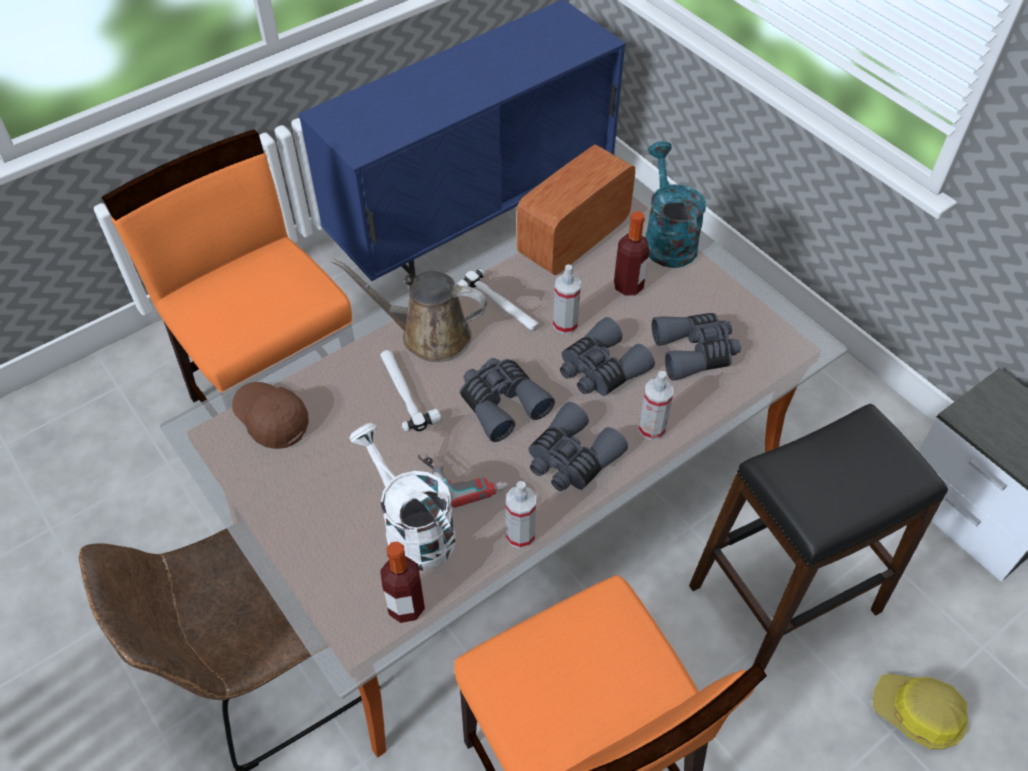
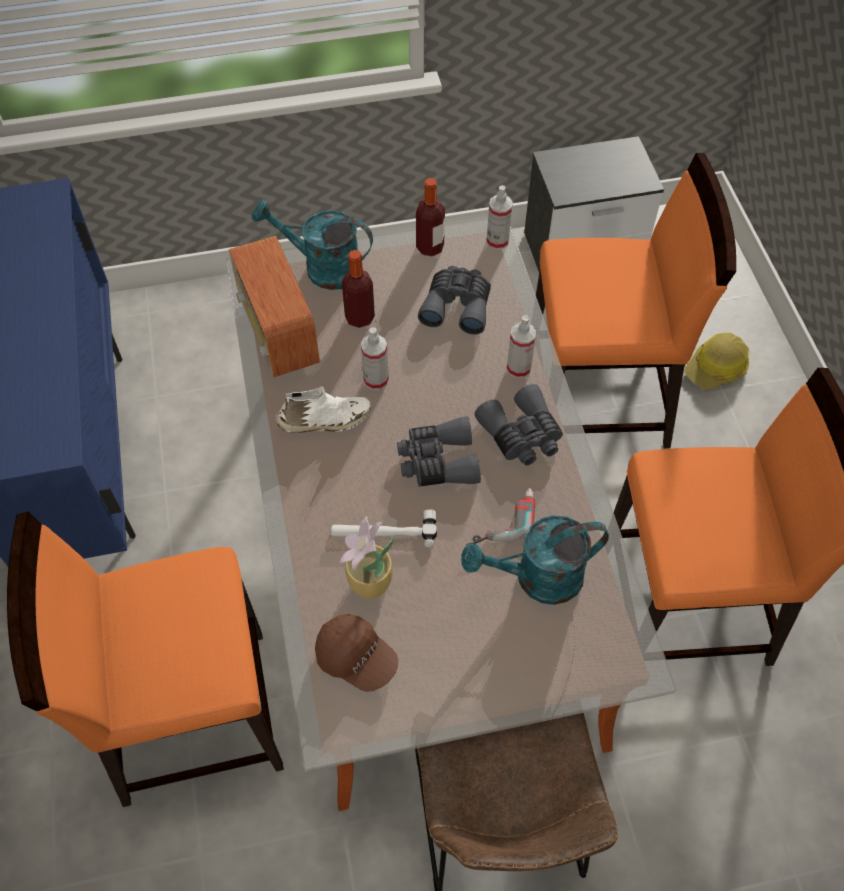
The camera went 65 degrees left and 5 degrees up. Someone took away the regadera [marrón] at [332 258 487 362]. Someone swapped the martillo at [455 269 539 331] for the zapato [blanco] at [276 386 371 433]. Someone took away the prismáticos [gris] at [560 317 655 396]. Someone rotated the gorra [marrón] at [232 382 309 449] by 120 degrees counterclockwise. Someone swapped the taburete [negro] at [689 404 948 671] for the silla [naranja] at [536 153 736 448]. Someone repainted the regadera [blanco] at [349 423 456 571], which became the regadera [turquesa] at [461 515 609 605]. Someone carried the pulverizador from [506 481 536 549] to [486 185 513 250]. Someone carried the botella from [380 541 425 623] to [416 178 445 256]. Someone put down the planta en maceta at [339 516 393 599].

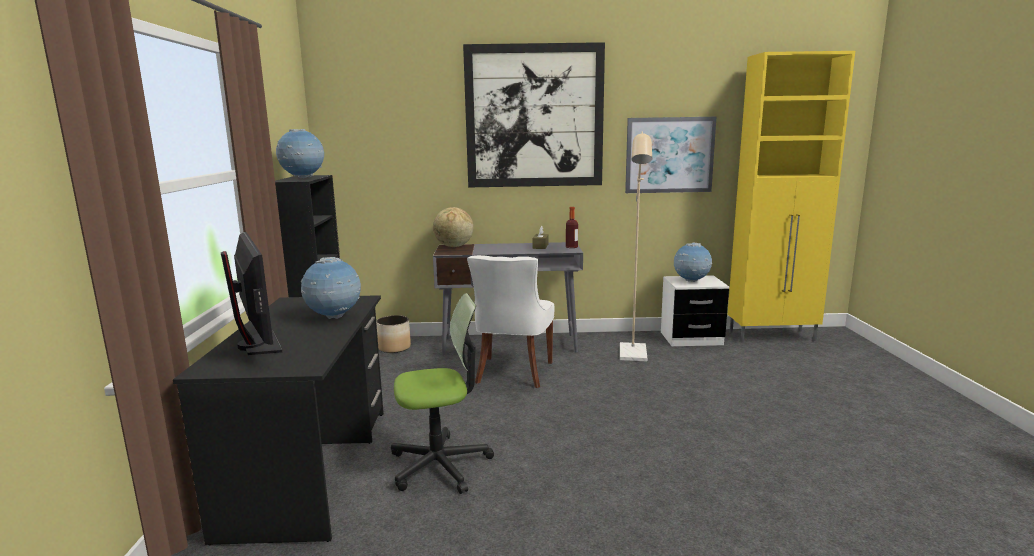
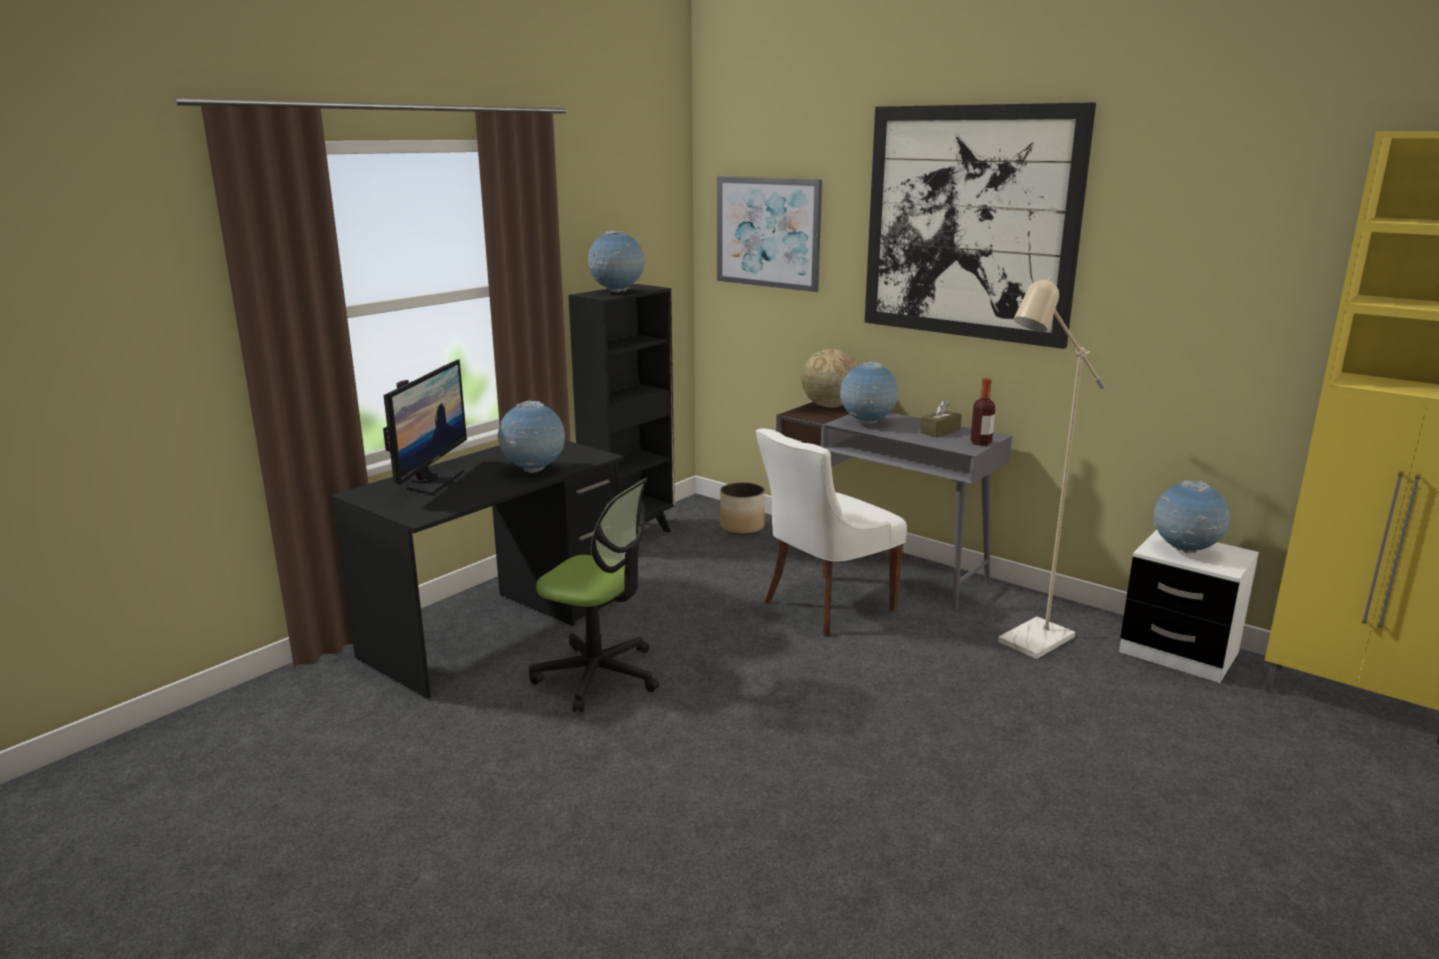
The camera went 40 degrees right and 5 degrees up. Someone carried the cuadro from [625 117 716 193] to [717 176 822 292]. Someone put down the globo terráqueo at [840 362 898 424].

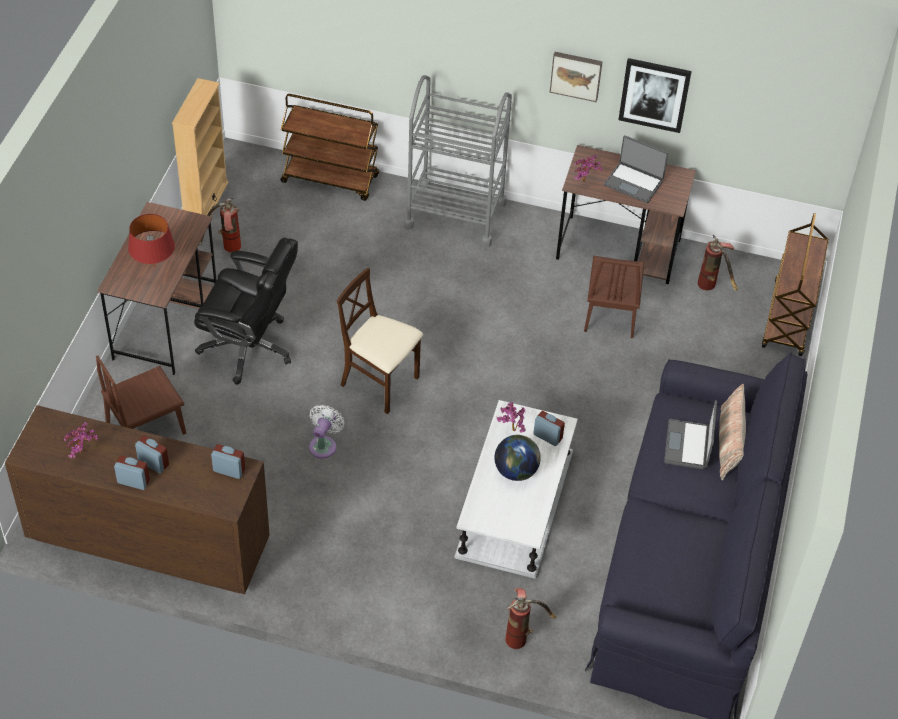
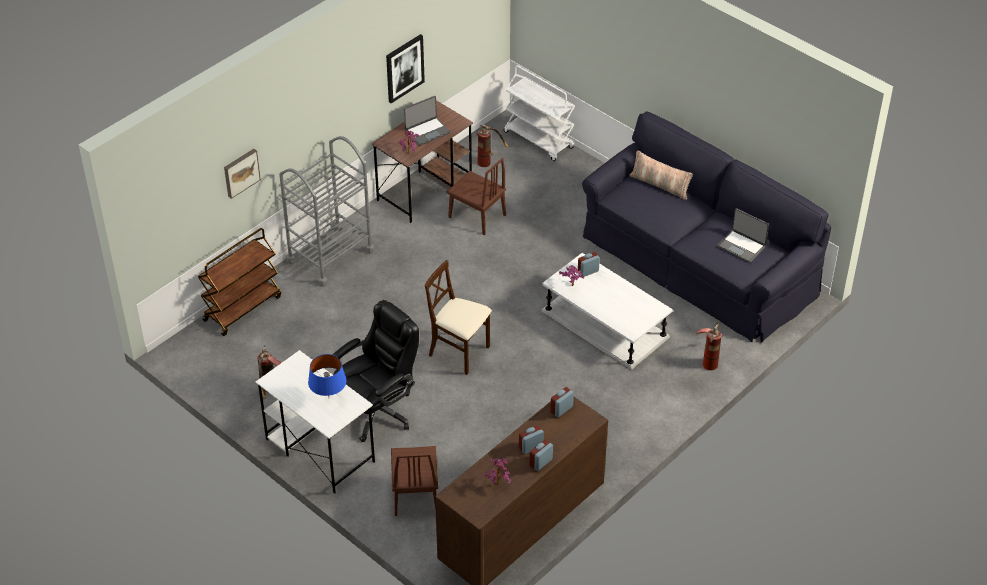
The camera went 60 degrees left and 5 degrees down. Someone carried the cuadro from [550 52 603 102] to [224 149 261 199]. Someone took away the estantería [beis] at [172 78 228 215]. Someone repainted the escritorio [marrón] at [97 202 217 375], which became the escritorio [blanco] at [256 350 375 493]. Someone repainted the carrito [marrón] at [762 213 829 356], which became the carrito [blanco] at [504 65 575 161]. Someone repainted the lámpara de mesa [rojo] at [128 214 175 268], which became the lámpara de mesa [azul] at [308 354 347 397]. Someone rotated the silla [beis] at [337 267 423 414] by 60 degrees clockwise. Someone carried the portátil from [664 400 717 469] to [717 208 769 263]. Someone took away the ventilador [blanco] at [309 405 344 458]. Someone took away the globo terráqueo at [495 435 541 481].

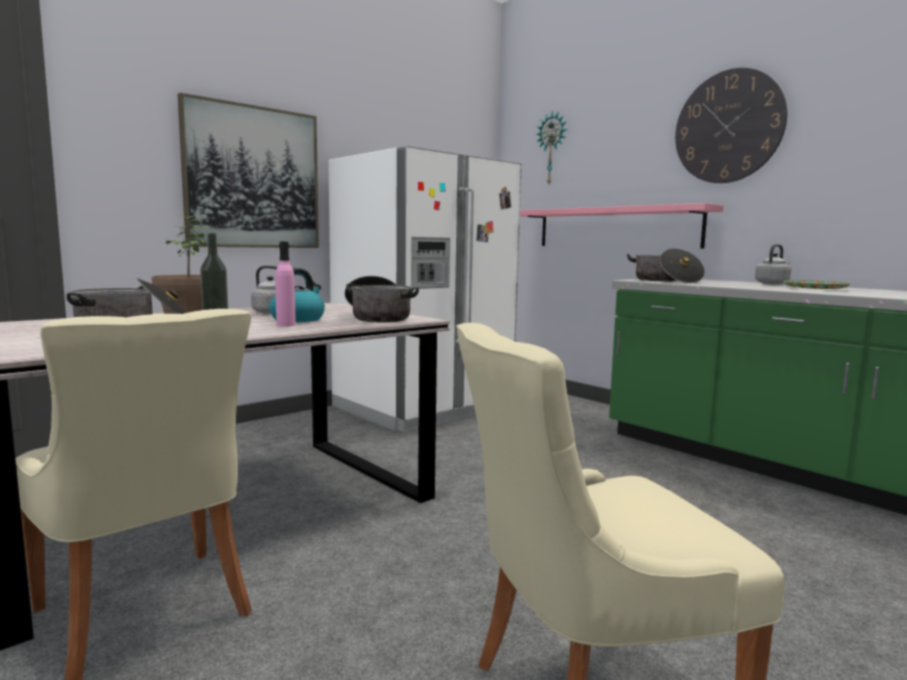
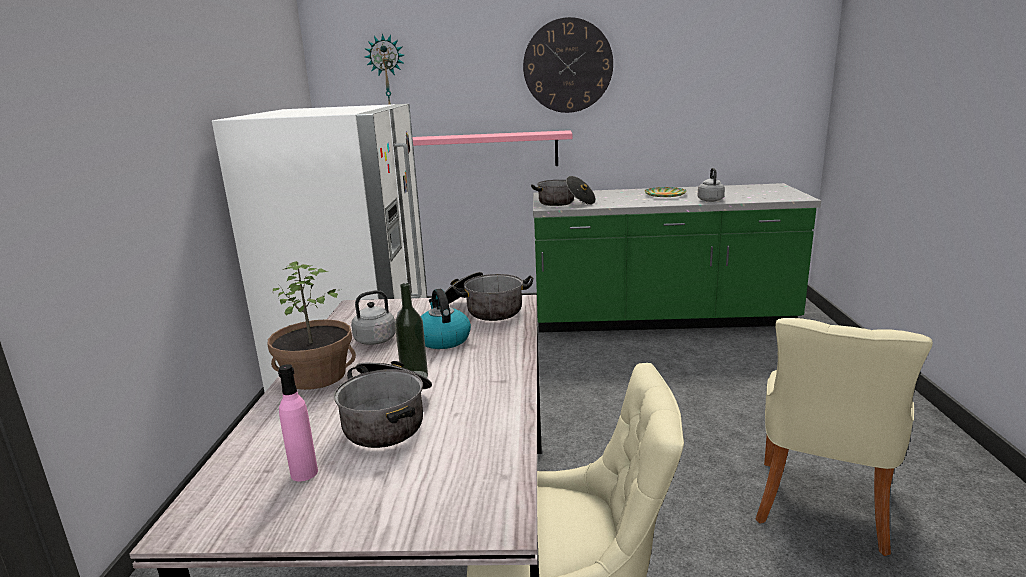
The camera went 45 degrees left and 10 degrees up. Someone took away the cuadro at [178 93 319 248]. Someone carried the botella [rosa] from [275 242 296 327] to [278 364 318 481]. Someone carried the hervidor [gris] from [755 244 791 284] to [698 168 725 202].

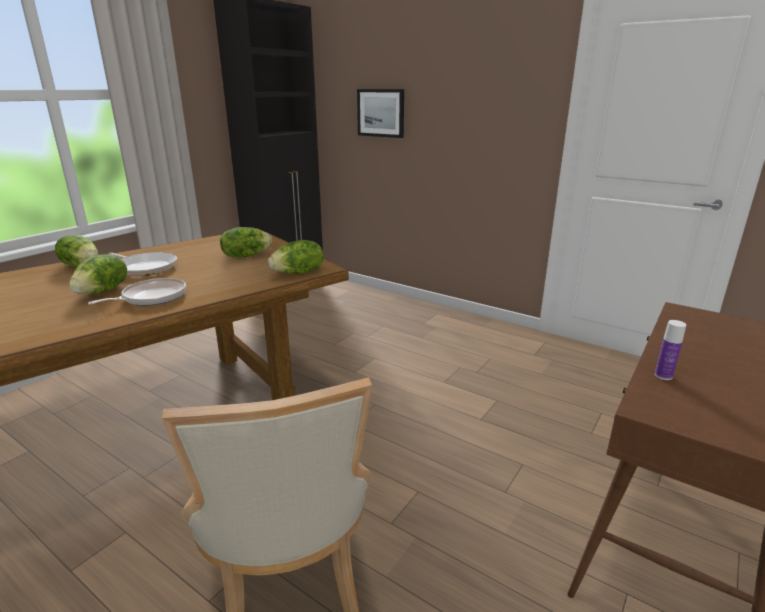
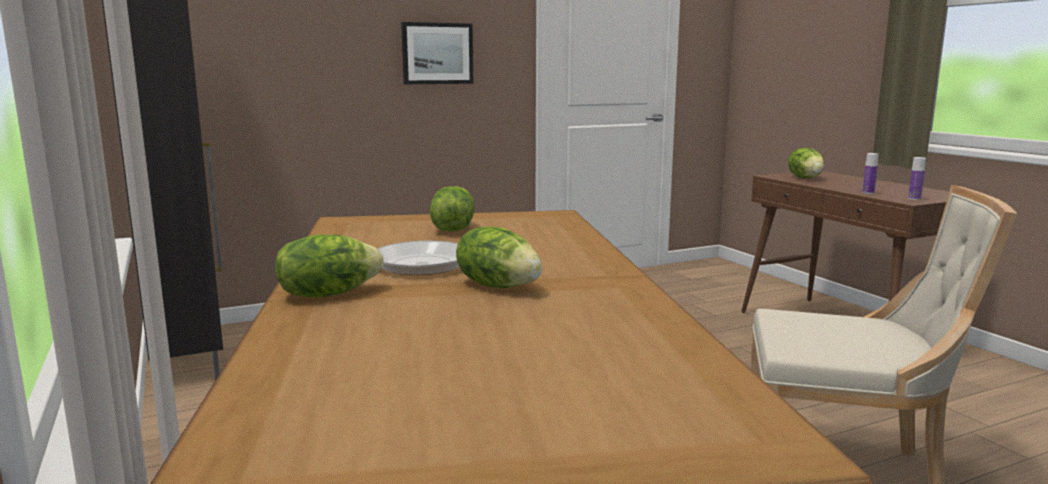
The camera went 60 degrees left and 10 degrees down. Someone carried the cuadro from [357 89 404 138] to [401 22 473 84]. Someone carried the lechuga from [268 240 323 274] to [788 148 824 178]. Someone took away the sartén at [88 278 186 306]. Someone put down the botella at [908 157 926 200].

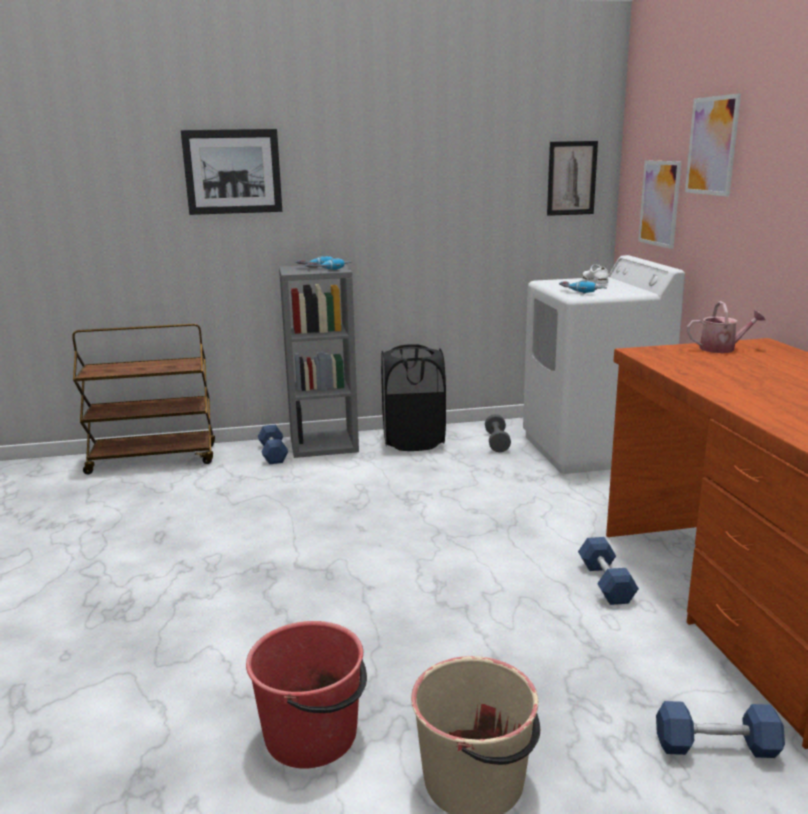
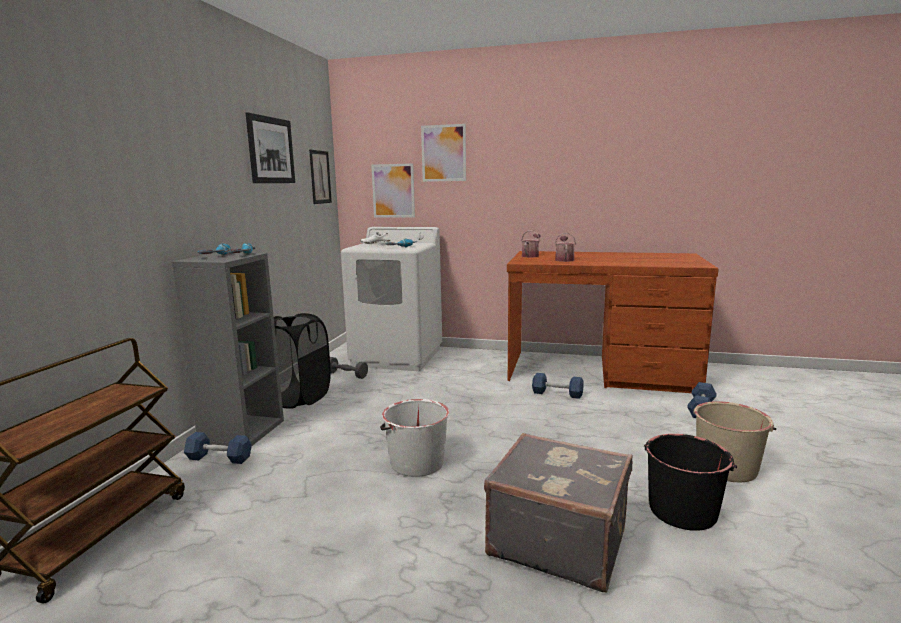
The camera went 65 degrees left and 5 degrees down. Someone carried the cuadro from [181 129 282 215] to [246 112 295 183]. Someone repainted the cubo [rojo] at [246 621 367 769], which became the cubo [negro] at [644 434 737 531]. Someone put down the regadera at [555 233 576 262]. Someone put down the cubo [blanco] at [380 399 449 477]. Someone put down the maleta [gris] at [484 433 632 592].

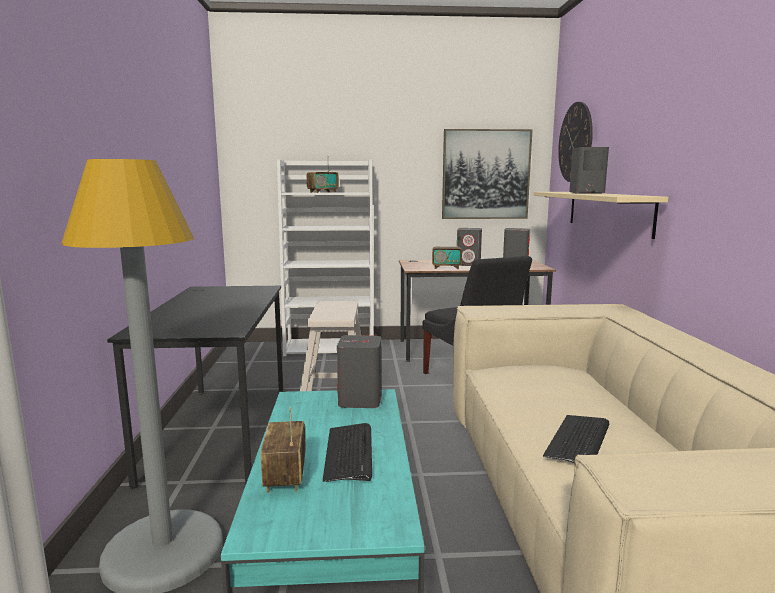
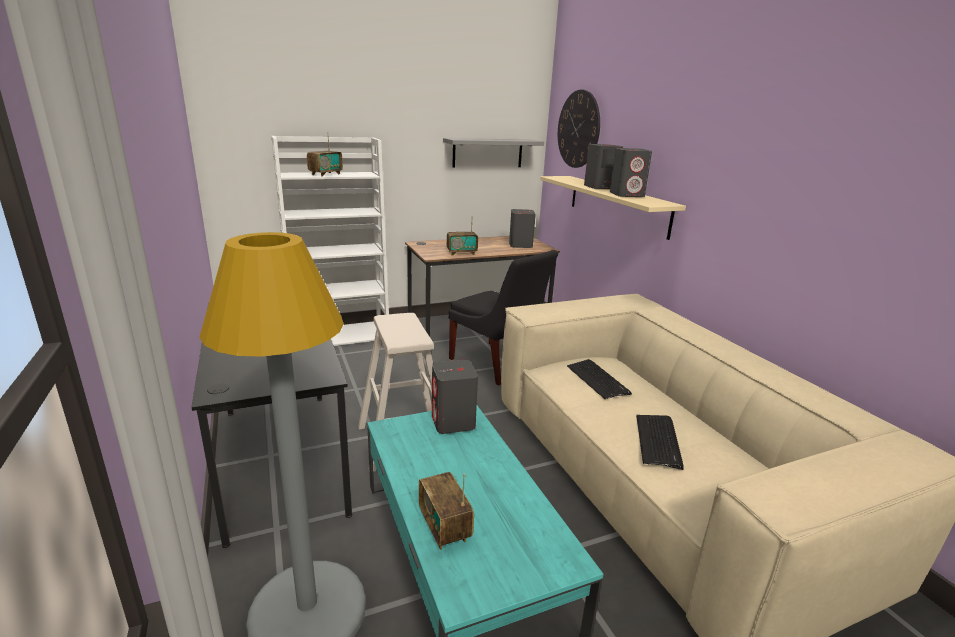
The camera went 20 degrees left and 10 degrees up. Someone swapped the cuadro at [442 129 533 219] for the estante [gris] at [443 138 544 168]. Someone carried the altavoz [gris] from [457 228 482 266] to [610 148 652 197]. Someone carried the teclado from [323 423 372 482] to [567 359 632 399].

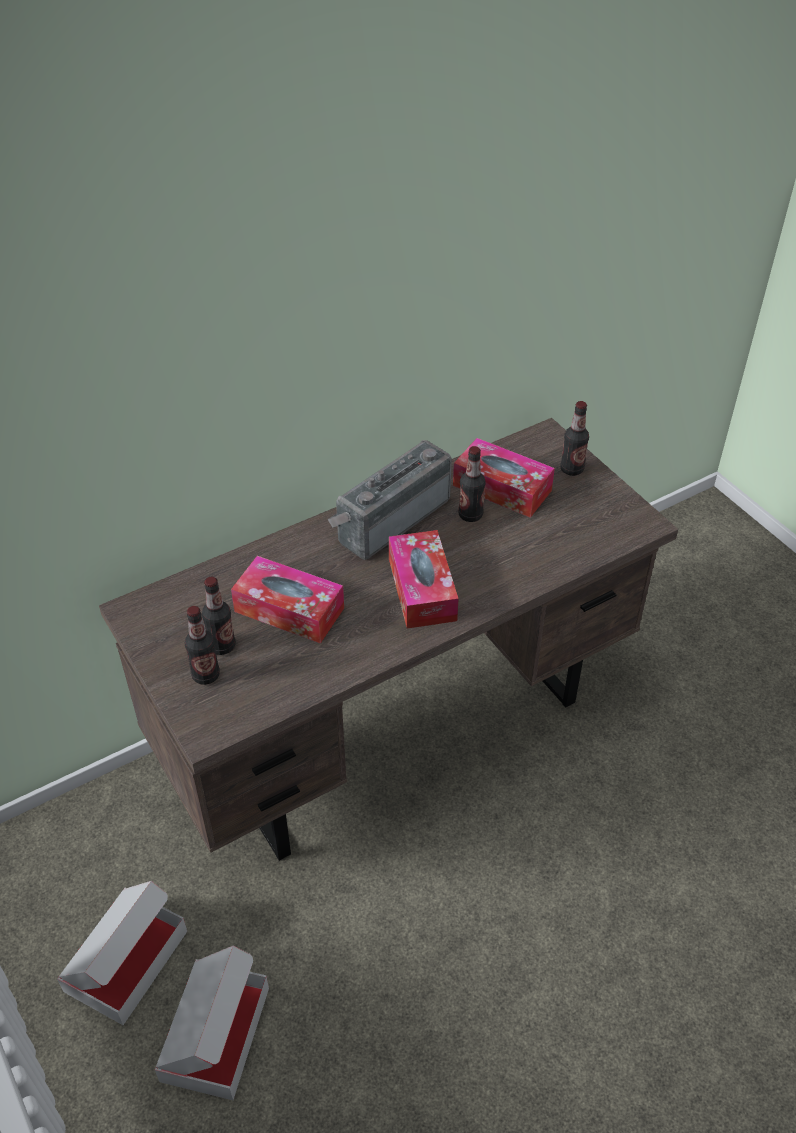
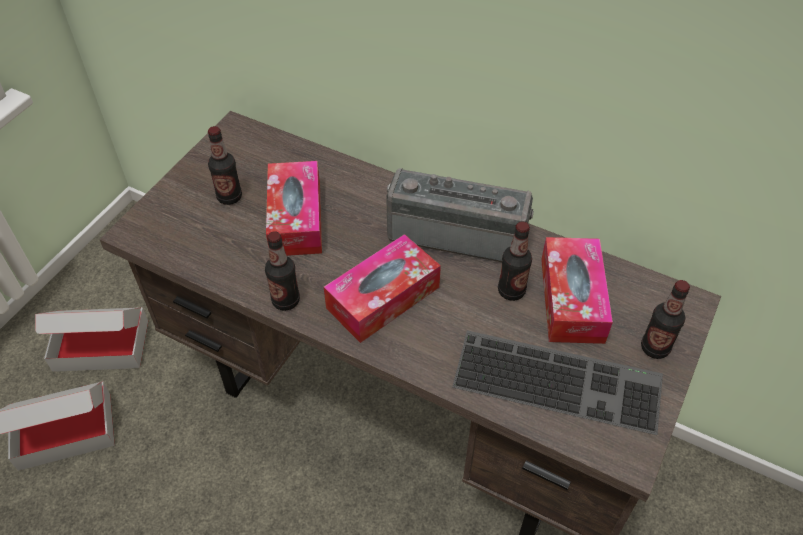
The camera went 60 degrees right and 5 degrees up. Someone carried the botella from [185 606 220 685] to [265 231 300 311]. Someone put down the teclado at [452 331 663 435].

